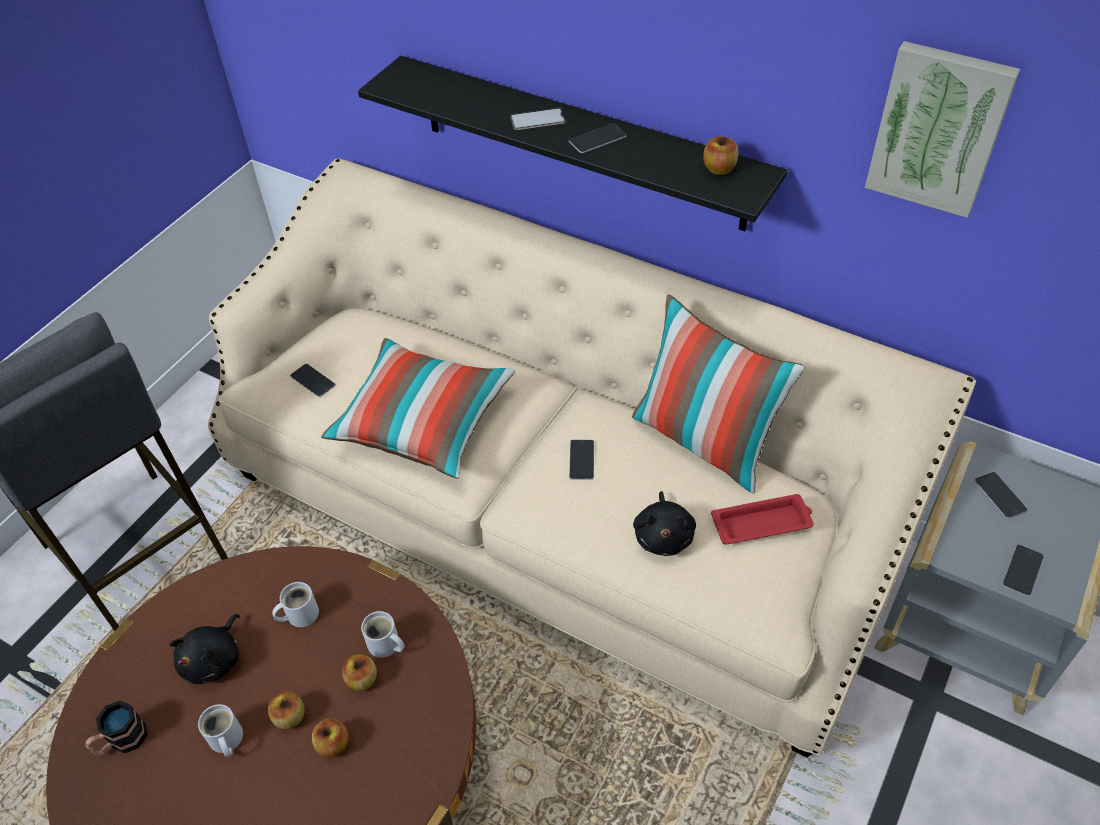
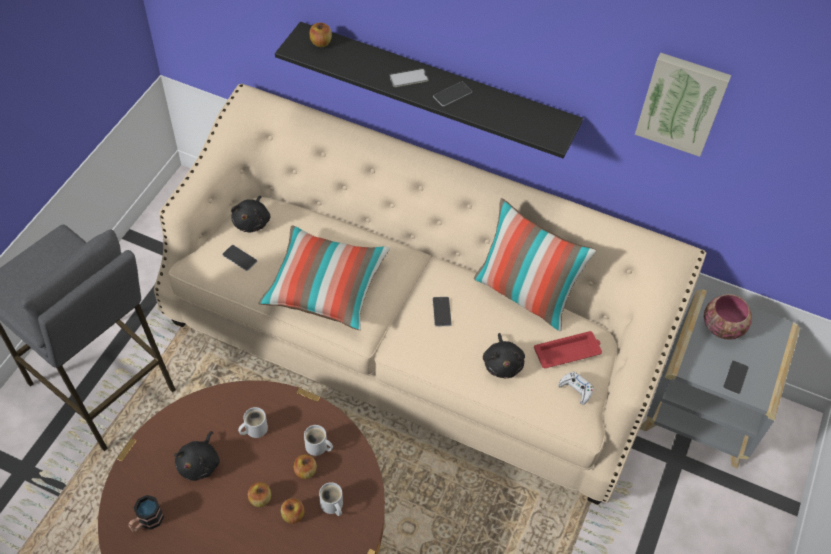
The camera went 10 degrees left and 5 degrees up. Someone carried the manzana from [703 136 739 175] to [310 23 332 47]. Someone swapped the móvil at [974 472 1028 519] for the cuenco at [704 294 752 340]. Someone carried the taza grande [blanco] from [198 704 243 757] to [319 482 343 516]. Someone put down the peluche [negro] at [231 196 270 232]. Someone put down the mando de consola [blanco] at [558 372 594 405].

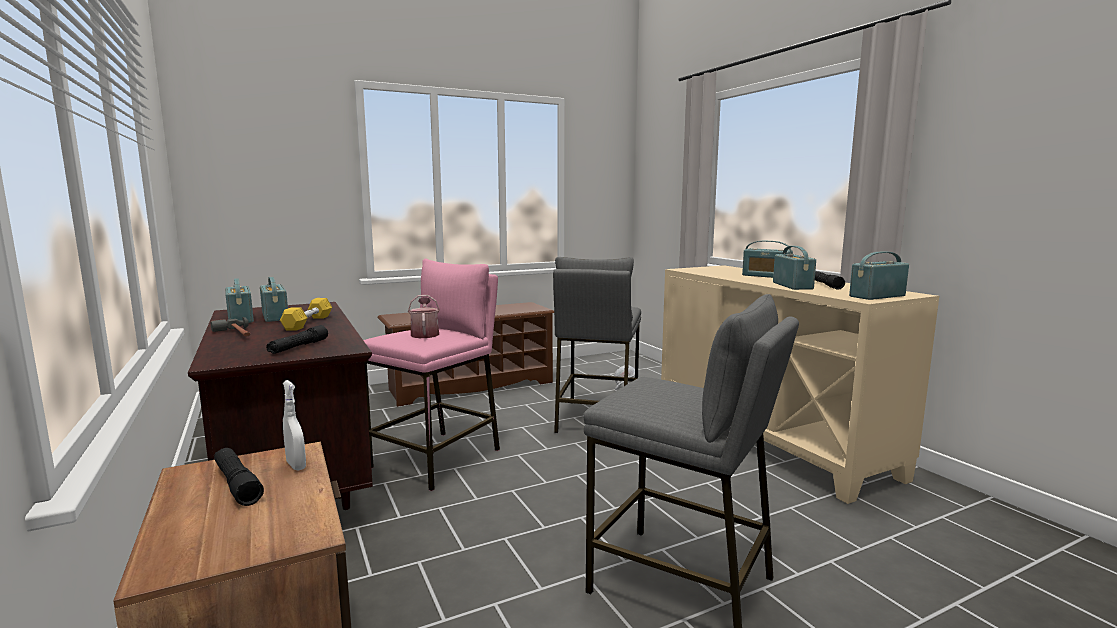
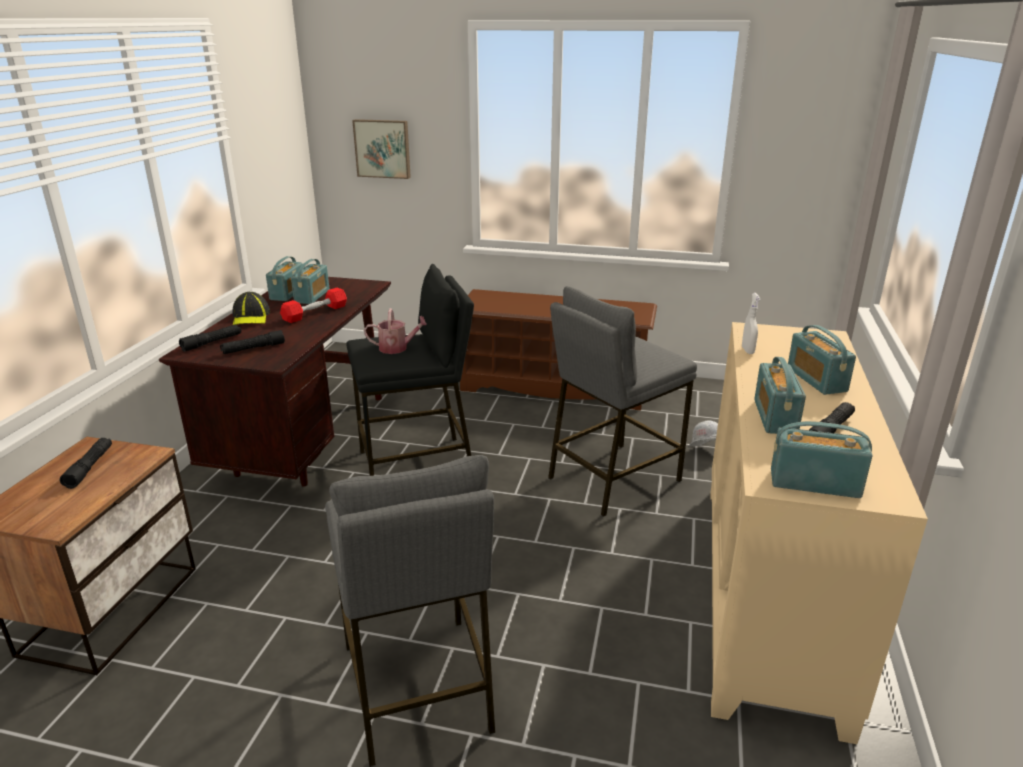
The camera went 40 degrees right and 15 degrees up. Someone rotated the radio at [773 246 816 290] by 150 degrees clockwise. Someone repainted the taburete [rosa] at [363 259 500 491], which became the taburete [negro] at [346 264 474 476]. Someone rotated the regadera at [408 295 440 338] by 60 degrees clockwise. Someone repainted the mancuerna [amarillo] at [280 298 332 331], which became the mancuerna [rojo] at [280 288 347 323]. Someone swapped the martillo at [211 317 250 337] for the gorra at [232 292 270 325]. Someone carried the pulverizador [blanco] from [283 380 306 471] to [742 293 761 354]. Someone put up the cuadro at [352 119 411 179]. Someone put down the linterna [negro] at [179 324 241 352].

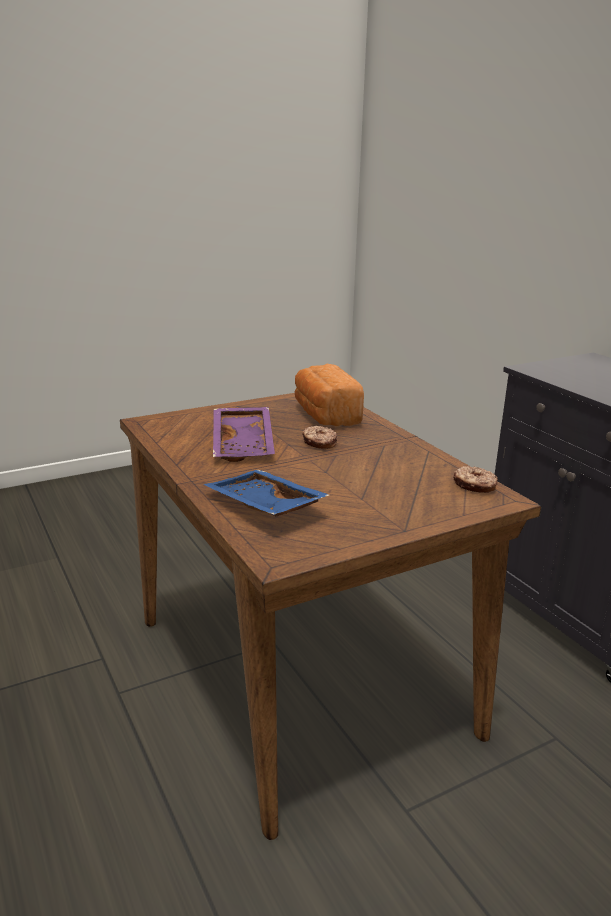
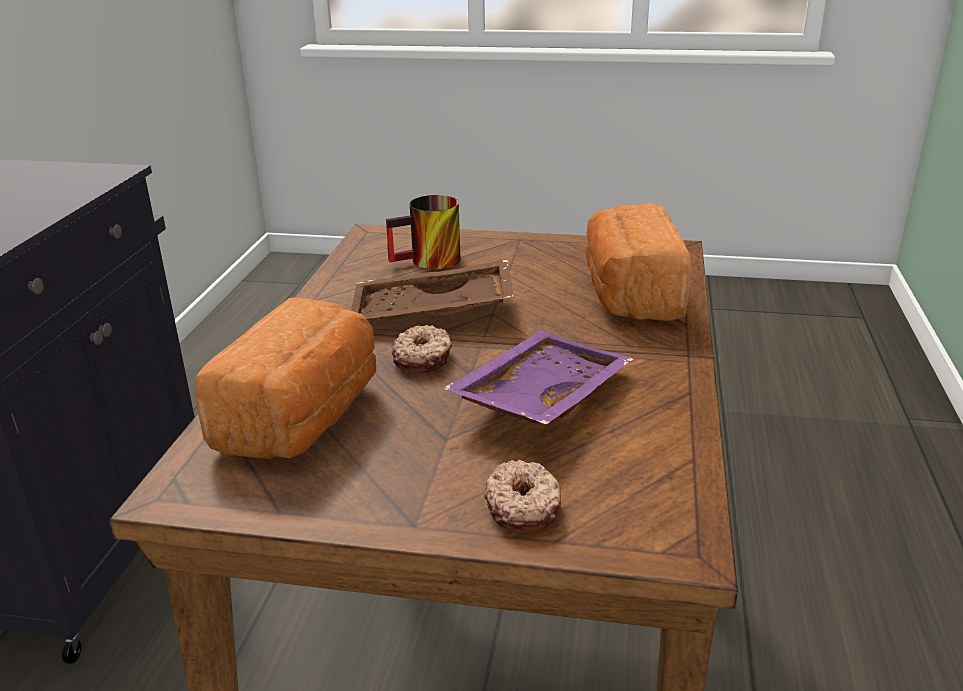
The camera went 140 degrees left and 5 degrees up. Someone carried the rosquilla from [453 466 498 493] to [484 460 561 533]. Someone swapped the bandeja [azul] at [203 470 329 516] for the pan at [585 202 691 321]. Someone put down the taza grande at [386 195 461 269]. Someone put down the bandeja [marrón] at [351 260 513 321].

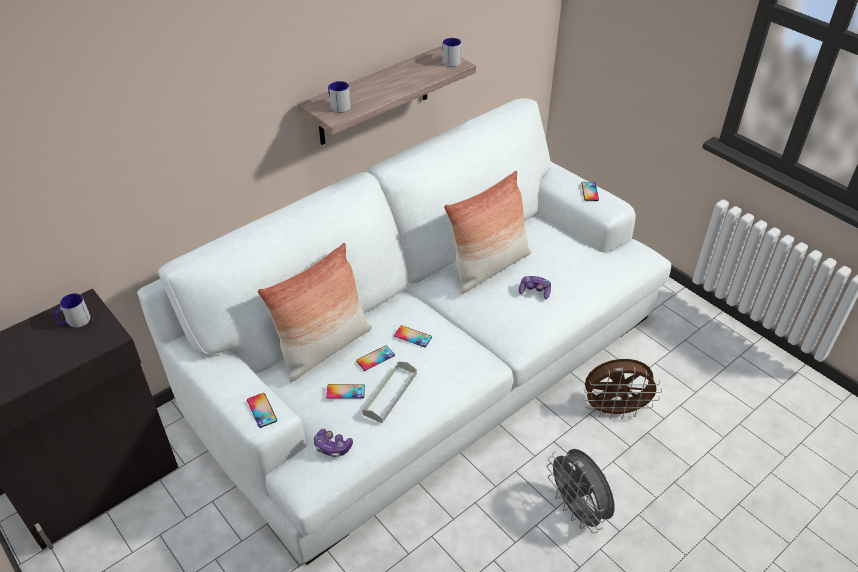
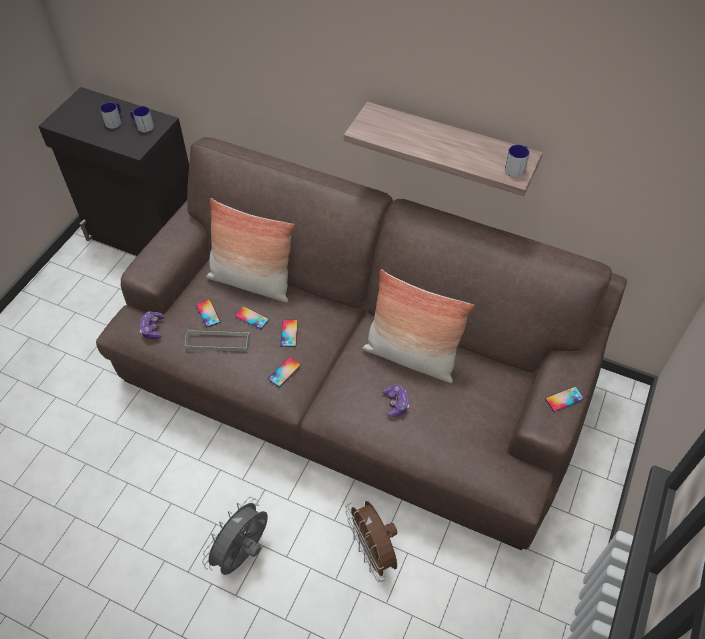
The camera went 65 degrees right and 10 degrees up. Someone carried the taza grande from [328 81 351 113] to [100 102 121 129]. Someone repainted the sofá [blanco] at [137 98 671 565], which became the sofá [marrón] at [96 137 627 550]. Someone carried the móvil from [247 393 277 428] to [268 357 301 387].

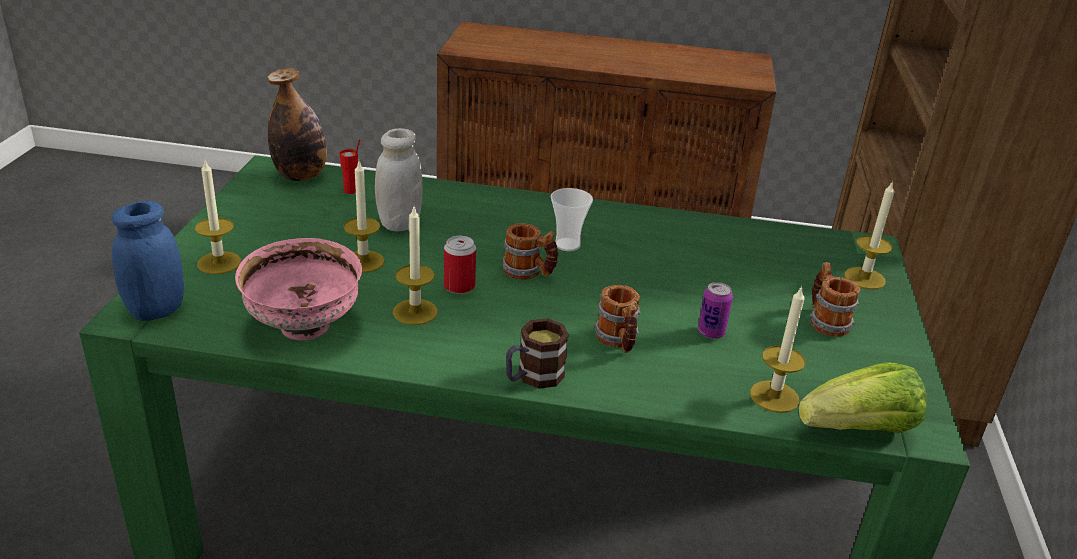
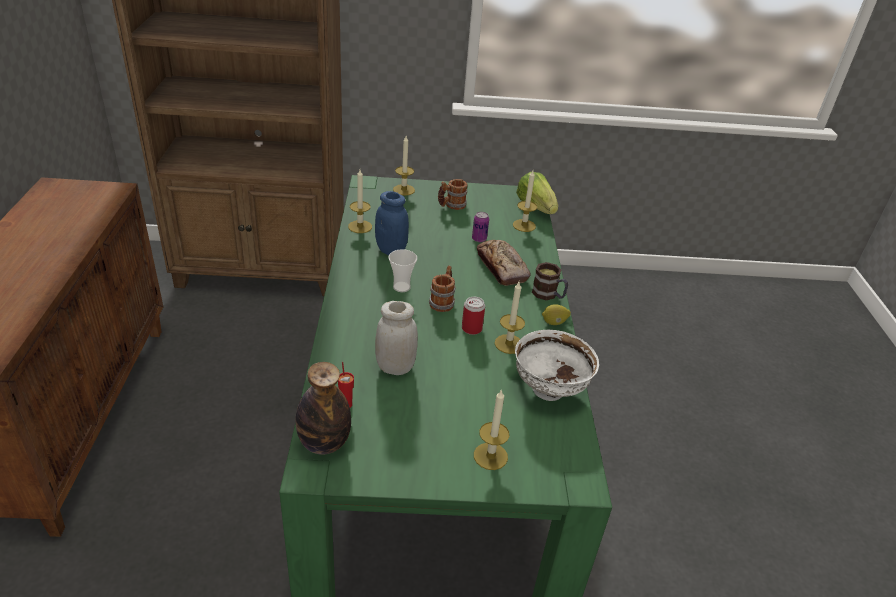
The camera went 100 degrees left and 5 degrees up. Someone carried the vela from [344 161 385 273] to [348 170 372 233]. Someone carried the tarro [azul] from [112 201 184 321] to [375 191 409 255]. Someone repainted the cuenco [rosa] at [235 238 362 341], which became the cuenco [blanco] at [515 330 599 401]. Someone swapped the taza grande at [594 285 641 353] for the pan at [477 240 531 286]. Someone put down the limón at [542 304 571 325].

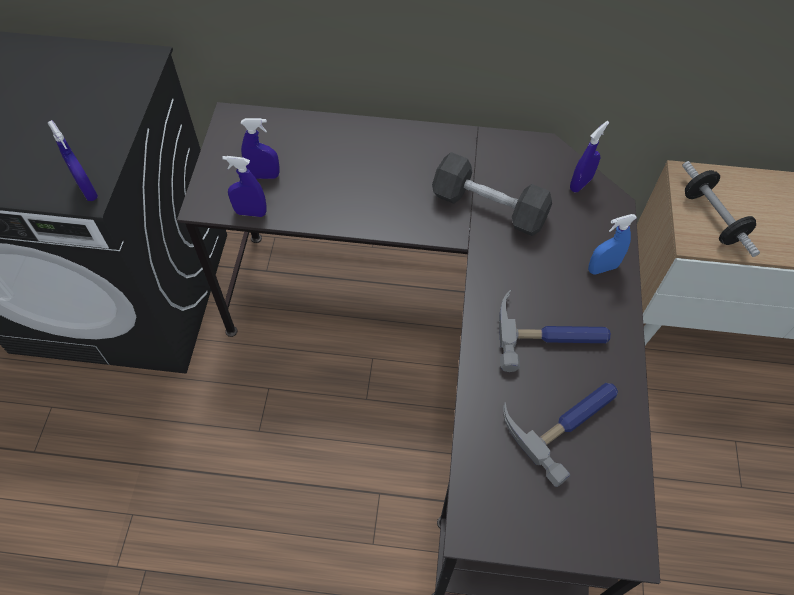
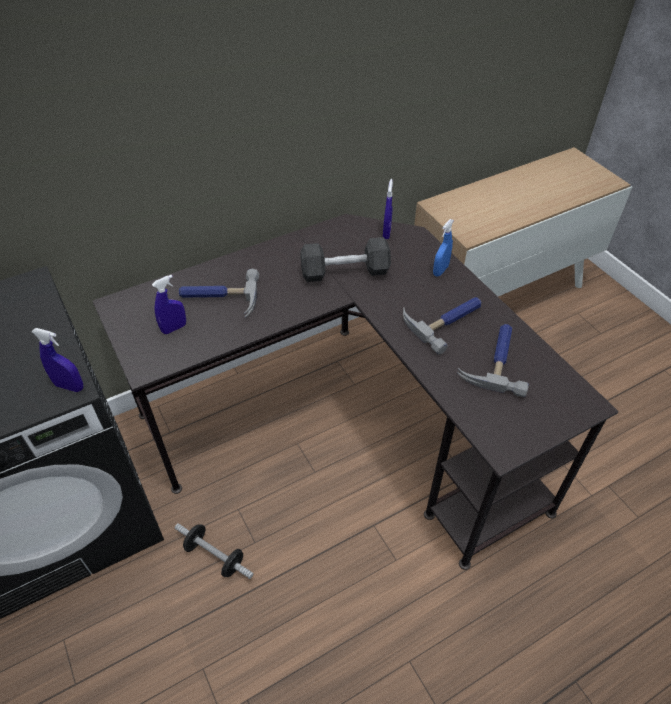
The camera went 35 degrees left and 10 degrees down. Someone took away the pulverizador [azul] at [222 156 267 217]. Someone carried the mancuerna from [682 161 760 257] to [175 523 254 579]. Someone put down the martillo at [179 269 259 318].

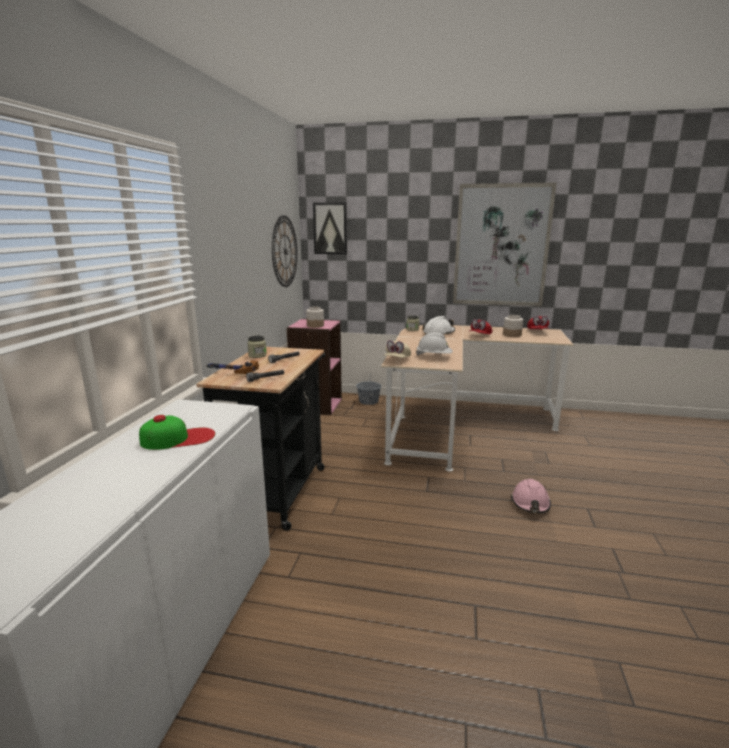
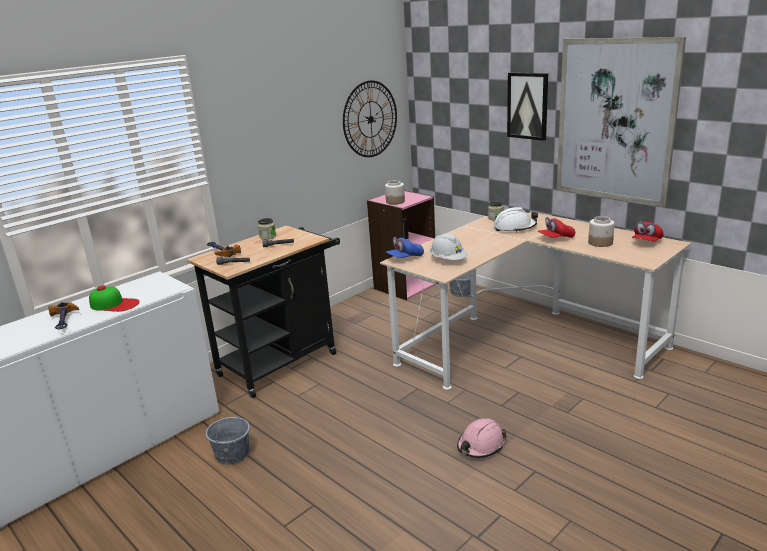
The camera went 35 degrees right and 5 degrees up. Someone carried the cuadro from [313 202 347 254] to [507 72 548 141]. Someone repainted the gorra [beis] at [384 340 411 358], which became the gorra [azul] at [386 237 424 258]. Someone put down the martillo at [48 302 79 330]. Someone put down the cubo [gris] at [206 408 250 464].

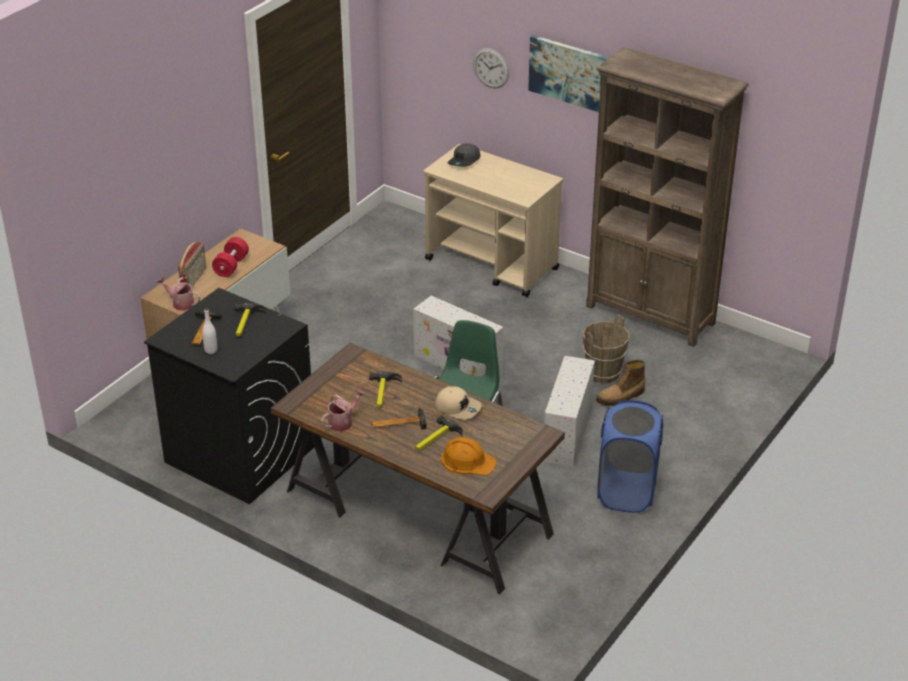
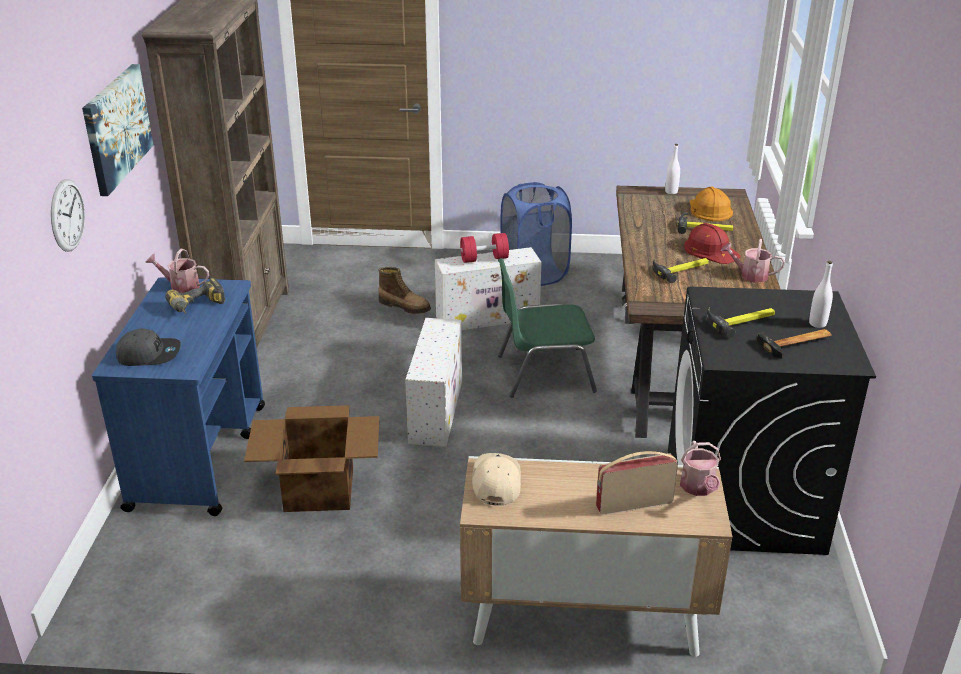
The camera went 120 degrees left and 5 degrees down. Someone repainted the carrito [beis] at [423 144 563 297], which became the carrito [azul] at [92 277 265 516]. Someone carried the mancuerna [rojo] from [212 237 249 277] to [460 233 509 263]. Someone took away the cubo [marrón] at [582 314 629 383]. Someone carried the gorra [beis] from [435 386 482 420] to [472 453 521 506]. Someone swapped the martillo at [372 408 426 430] for the casco [rojo] at [684 223 740 264]. Someone put down the botella [blanco] at [665 144 680 194]. Someone put down the regadera at [145 249 209 293]. Someone put down the taladro at [165 278 225 313]. Someone put down the caja de cartón at [244 405 379 512].

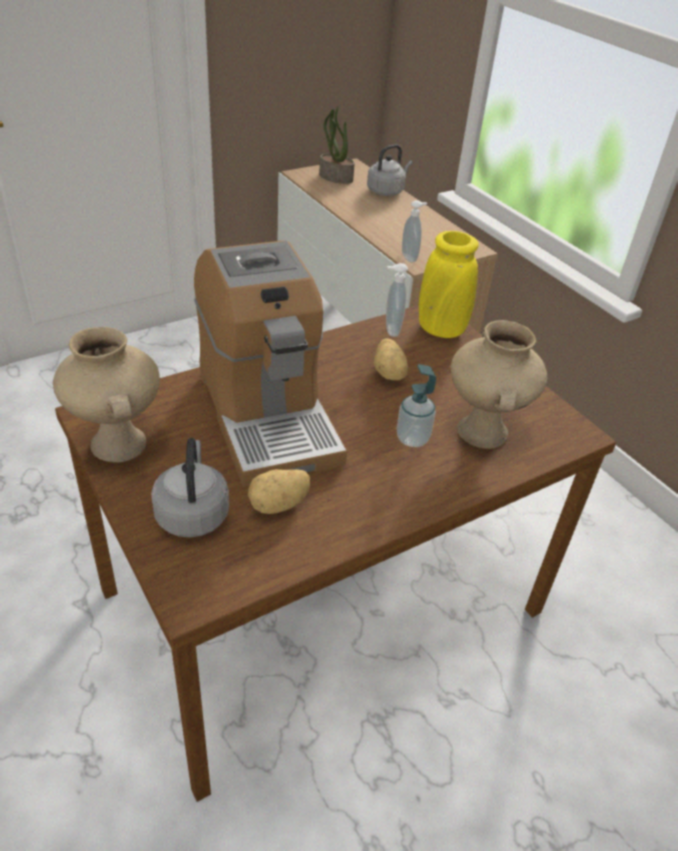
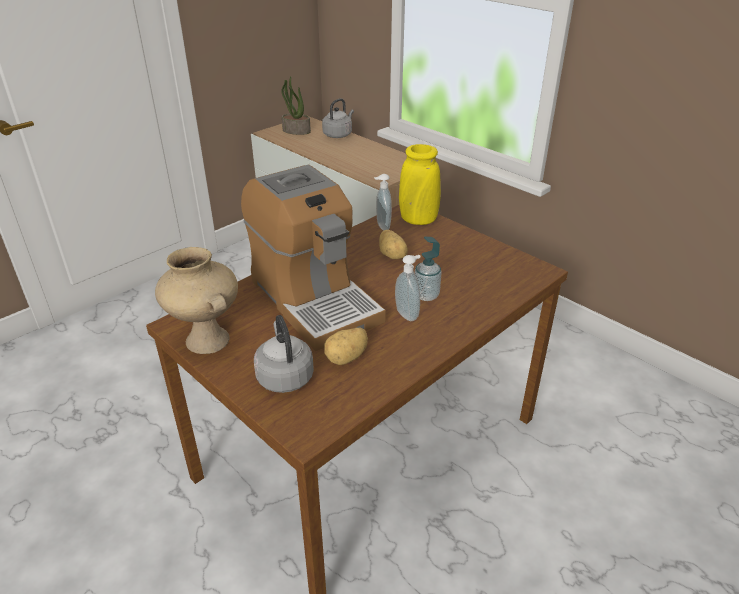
The camera went 10 degrees left and 5 degrees down. Someone carried the dispensador de jabón from [402 200 427 263] to [395 255 421 321]. Someone took away the florero [beis] at [451 320 547 449].

